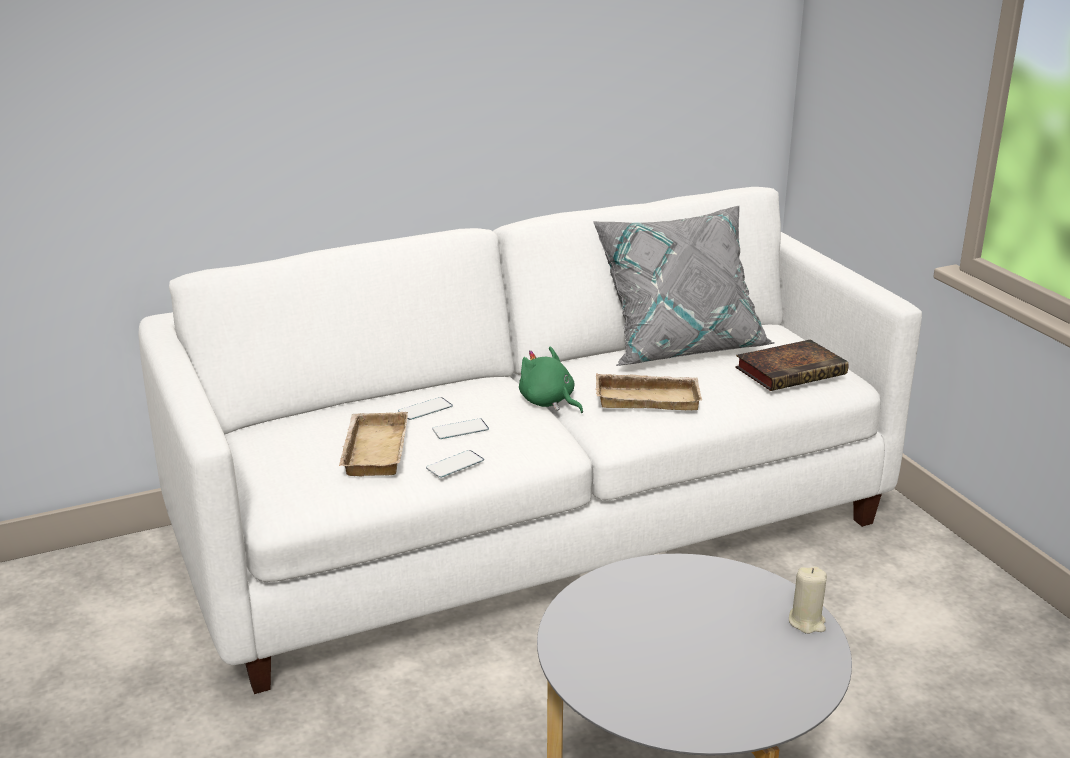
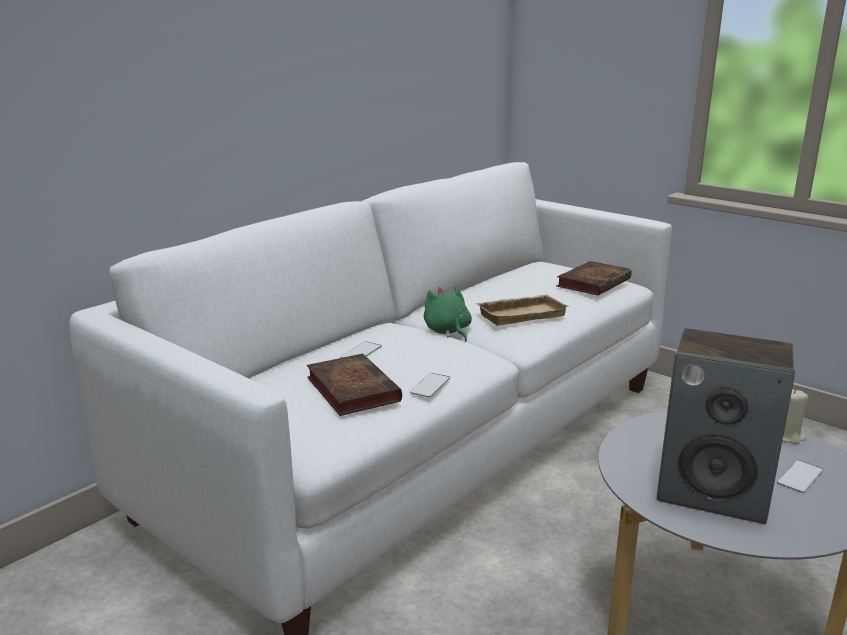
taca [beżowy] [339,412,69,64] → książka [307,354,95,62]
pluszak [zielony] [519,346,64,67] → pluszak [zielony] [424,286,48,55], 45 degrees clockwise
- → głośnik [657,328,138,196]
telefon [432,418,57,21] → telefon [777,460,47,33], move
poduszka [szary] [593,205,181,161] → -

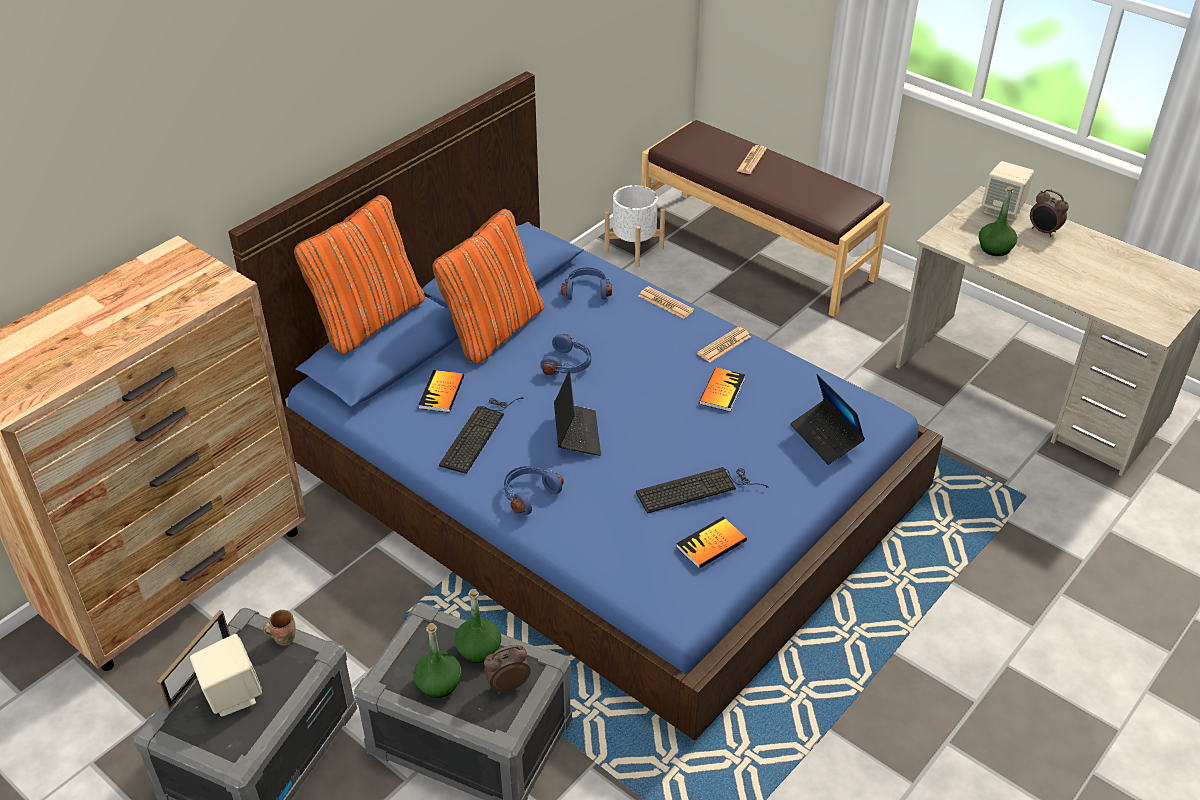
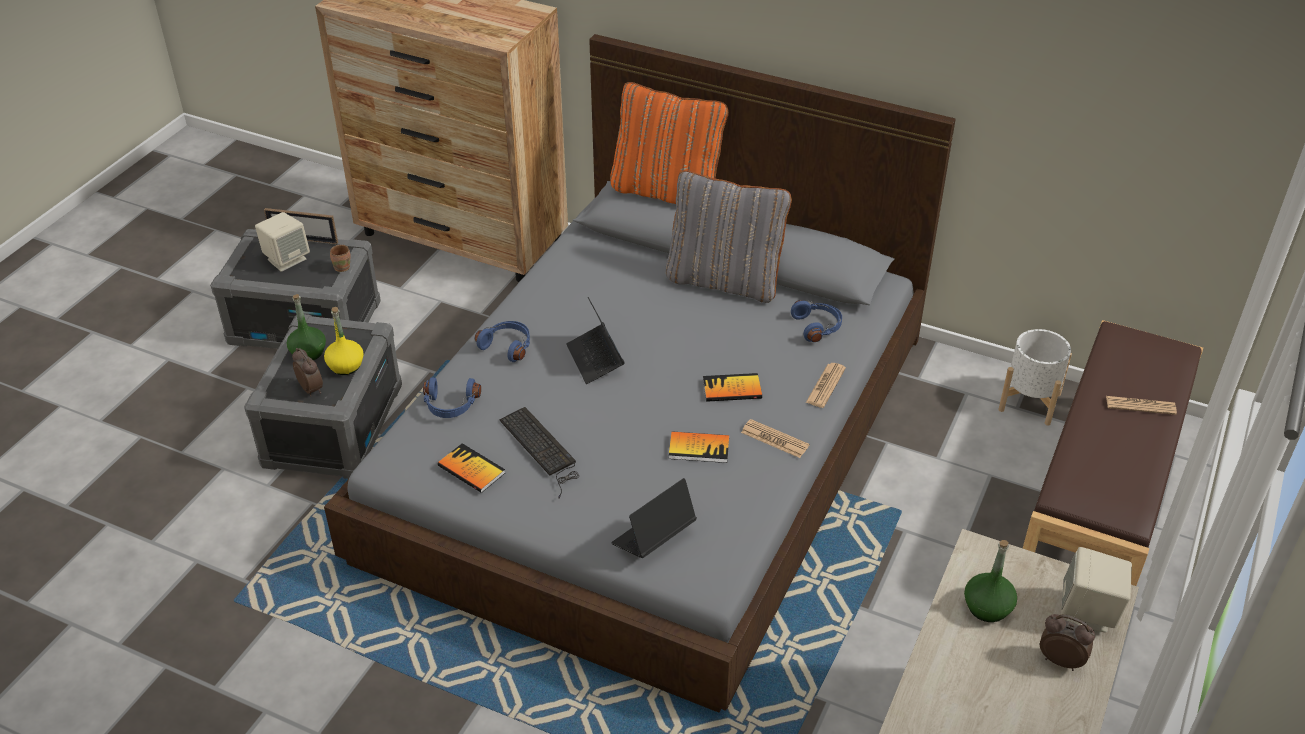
łóżko [niebieski] [228,71,715,669] → łóżko [szary] [324,34,632,679]
butelka [zielony] [454,589,47,74] → butelka [żółty] [324,307,40,68]
słuchawki [niebieski] [540,334,51,41] → słuchawki [niebieski] [423,377,58,41], move
laptop [554,370,47,86] → laptop [566,297,59,87], 90 degrees clockwise
poduszka [pomarańczowy] [432,209,112,155] → poduszka [szary] [666,170,126,133]
książka [419,370,45,42] → książka [703,373,59,29], move
budzik [1030,189,39,48] → budzik [1040,614,55,57], 90 degrees clockwise
klawiatura [439,397,85,77] → -

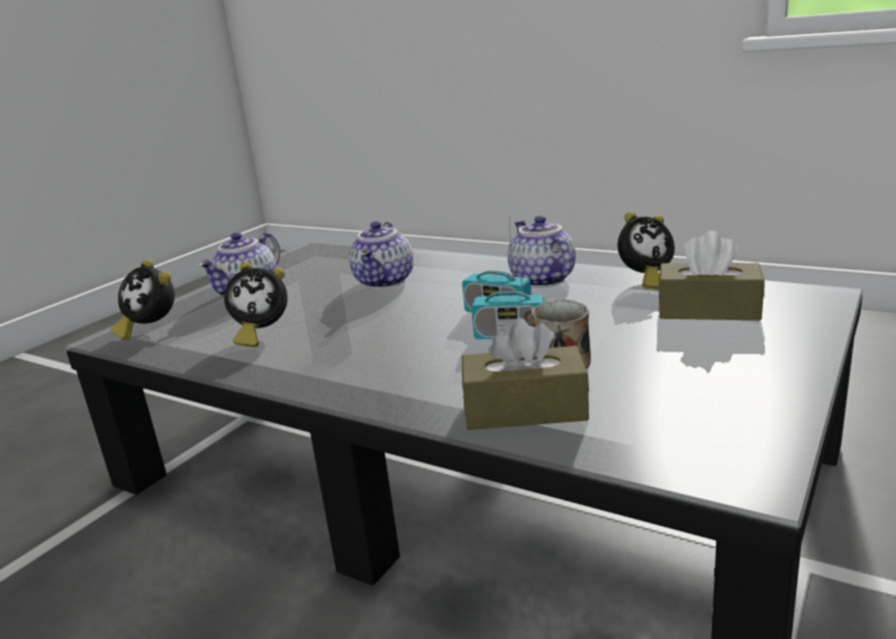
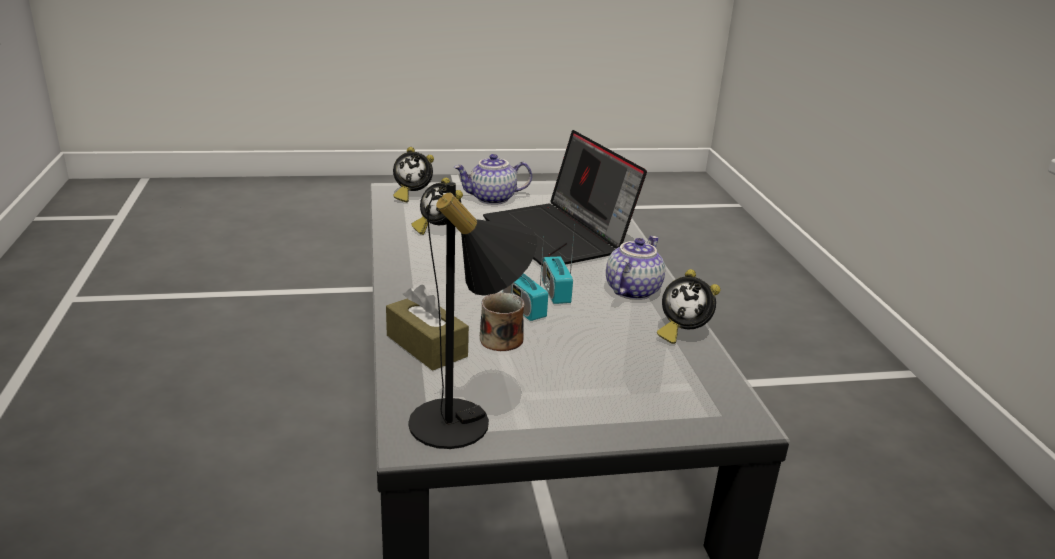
budzik [111,259,64,81] → budzik [393,147,41,55], 75 degrees counterclockwise
- → lampa stołowa [czarny] [408,182,129,267]
imbryk [349,221,64,68] → laptop [483,130,164,137]
pudełko chusteczek [brązowy] [658,231,106,89] → -

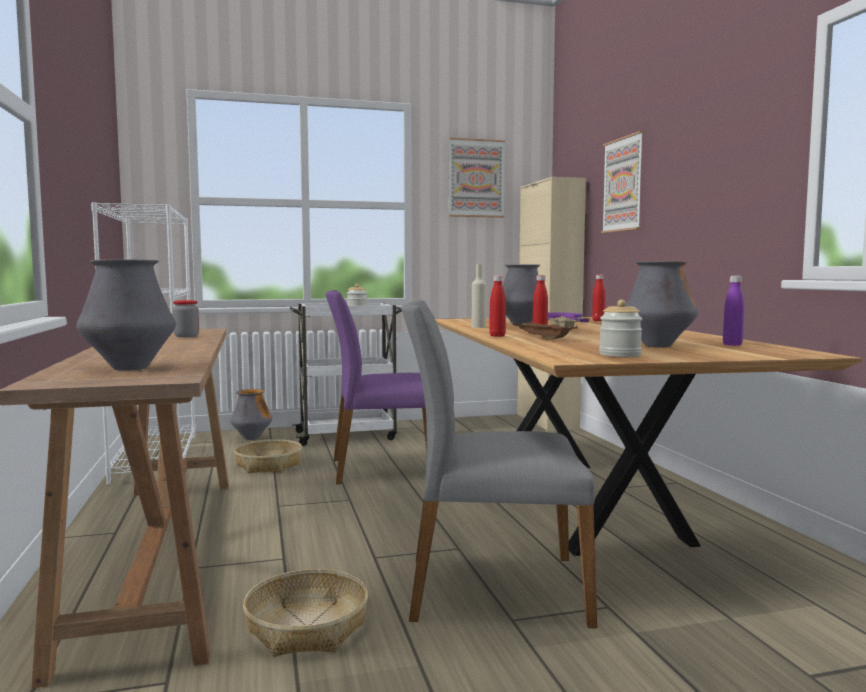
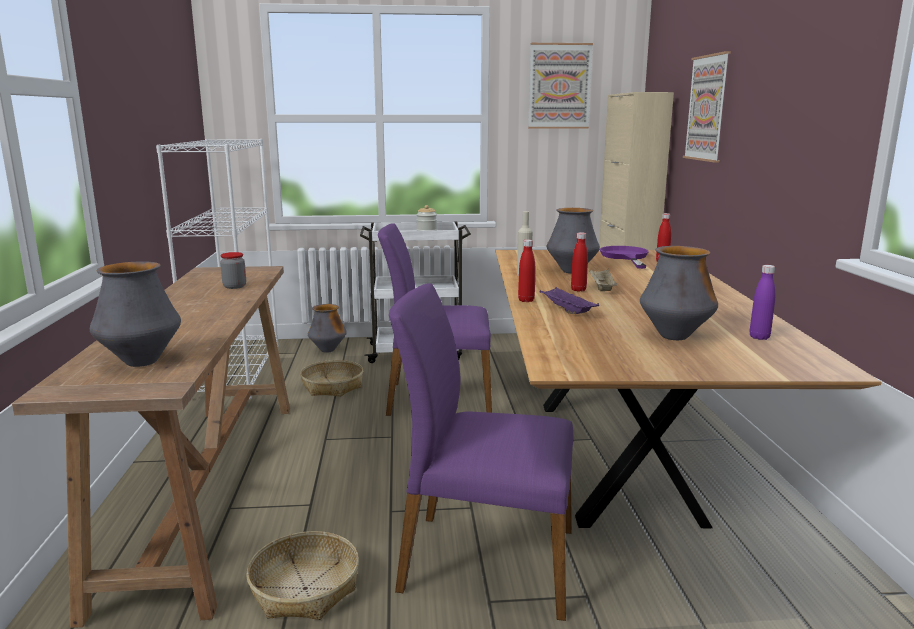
krzesło [szary] [401,300,196,328] → krzesło [fioletowy] [389,283,184,338]
taca [brązowy] [512,322,66,18] → taca [fioletowy] [540,288,59,26]
słoik [599,300,43,57] → -

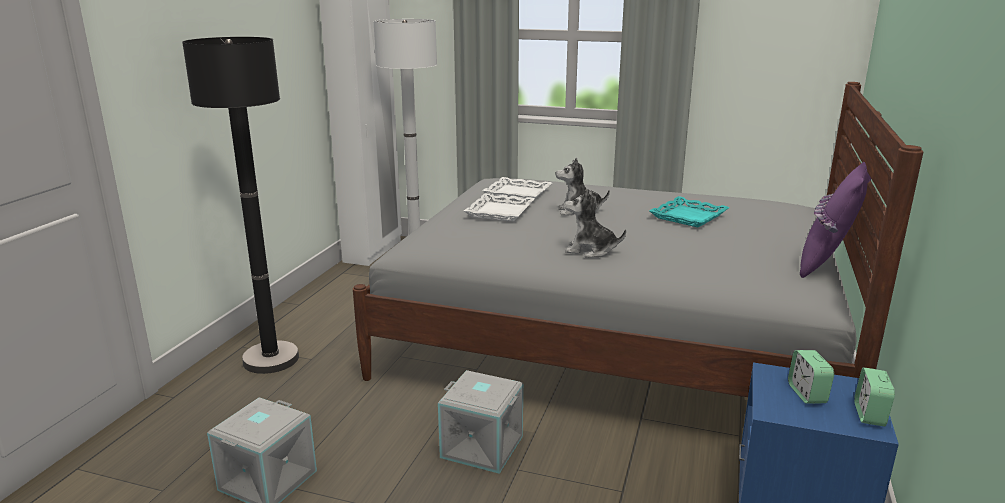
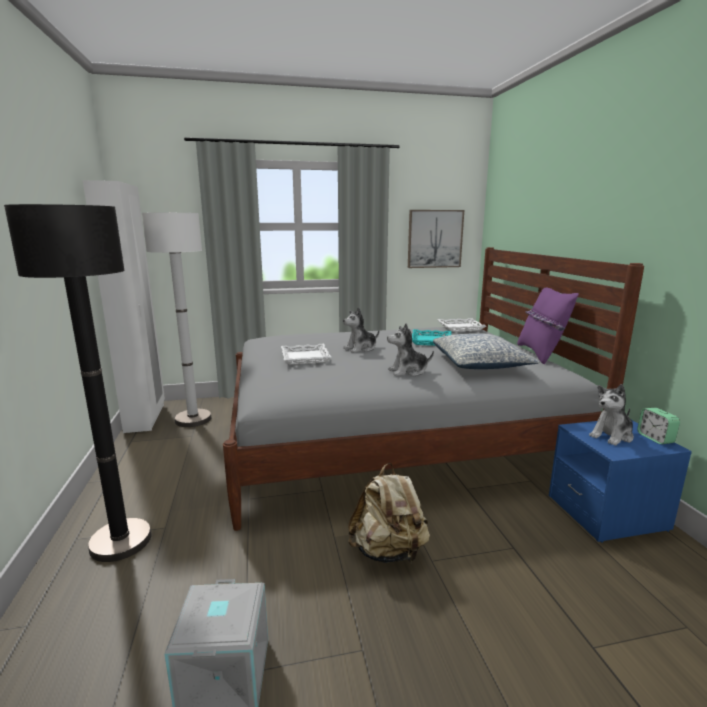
pojemnik do przechowywania [szary] [438,370,85,104] → plecak [beżowy] [348,463,82,100]
- → obraz [408,210,56,58]
- → poduszka [433,333,107,36]
taca [biały] [482,177,70,24] → taca [biały] [438,318,48,13], move
budzik [788,350,46,54] → pluszak [589,384,45,62]

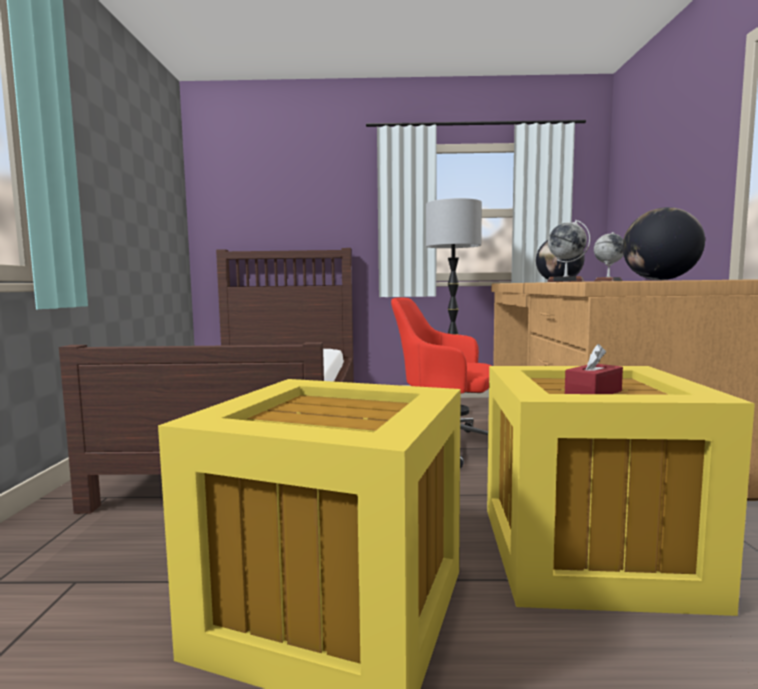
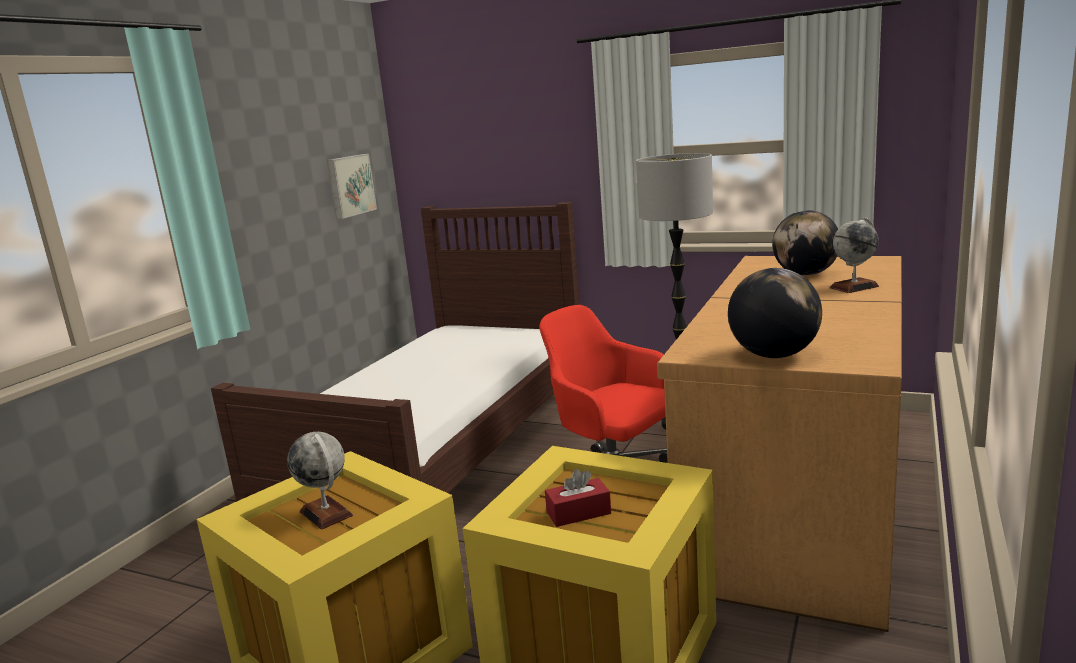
globus [547,220,43,62] → globus [287,432,66,98], move
- → obraz [327,154,50,65]

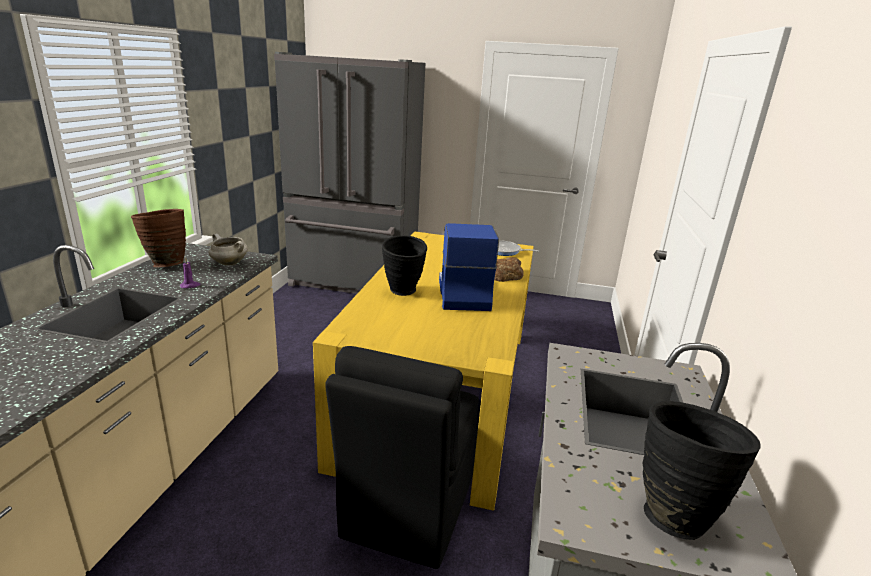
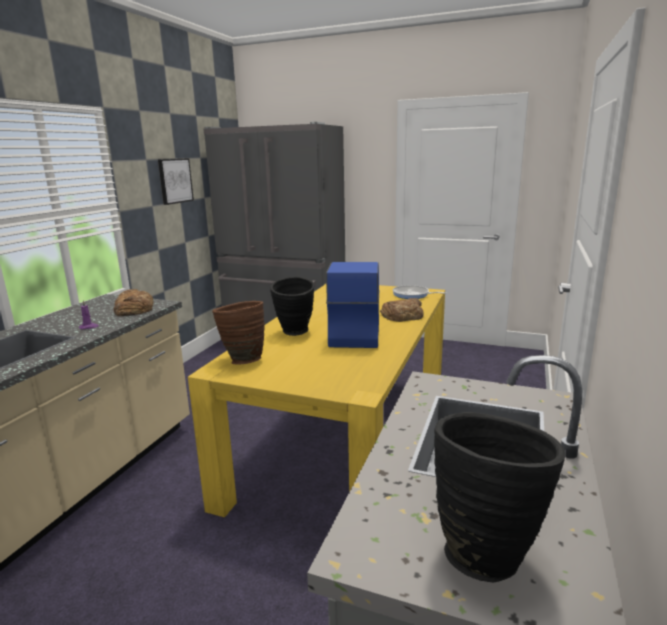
garnek [biały] [209,233,39,32] → chleb [114,289,40,27]
- → obraz [158,158,36,47]
wazon [brązowy] [131,209,55,58] → wazon [brązowy] [212,301,53,64], move
krzesło [czarny] [325,346,156,223] → -

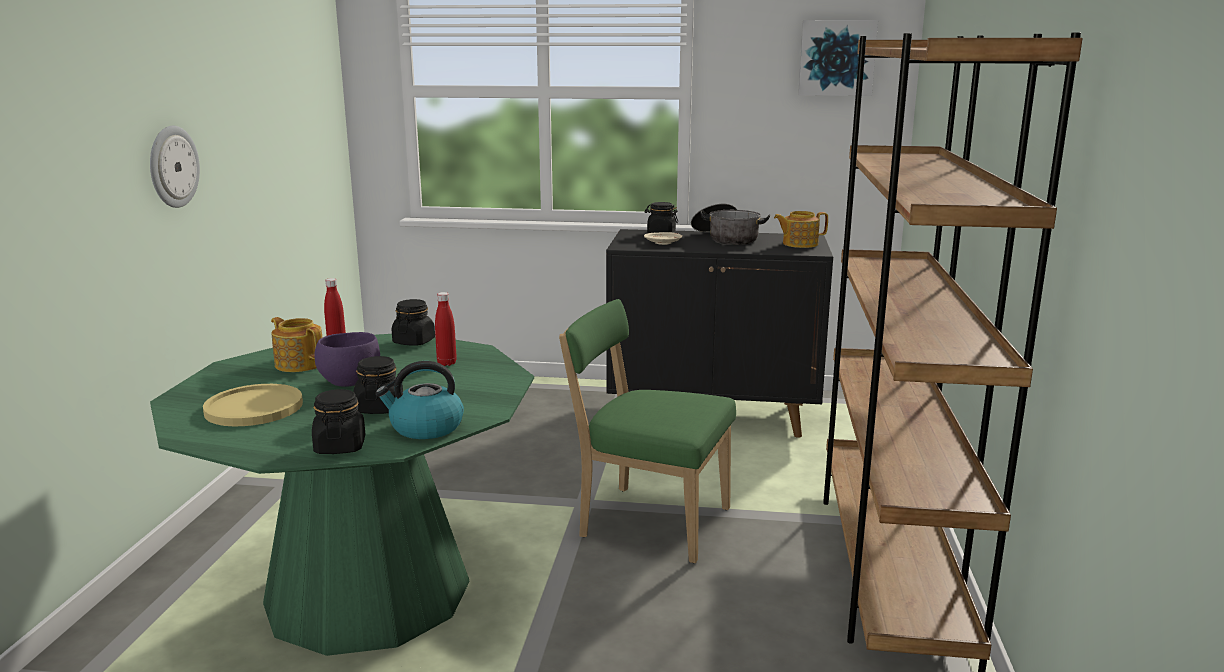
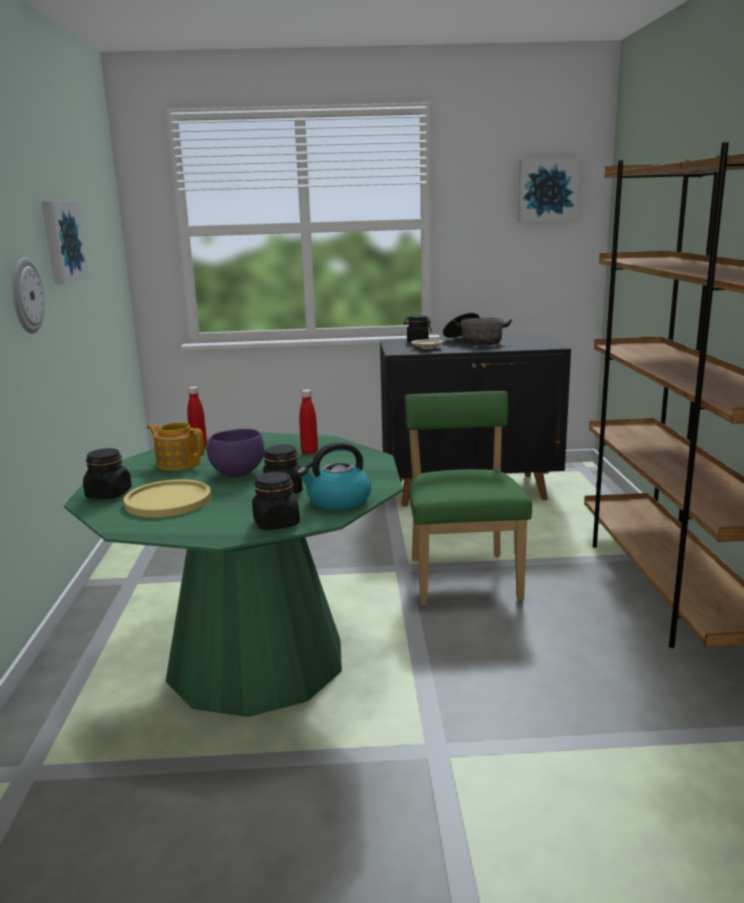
- → obraz [41,201,48,84]
słoik [czarny] [392,299,43,47] → słoik [czarny] [83,448,49,51], move
krzesło [zielony] [559,299,177,264] → krzesło [zielony] [405,391,127,215], 75 degrees clockwise
imbryk [774,211,54,37] → -

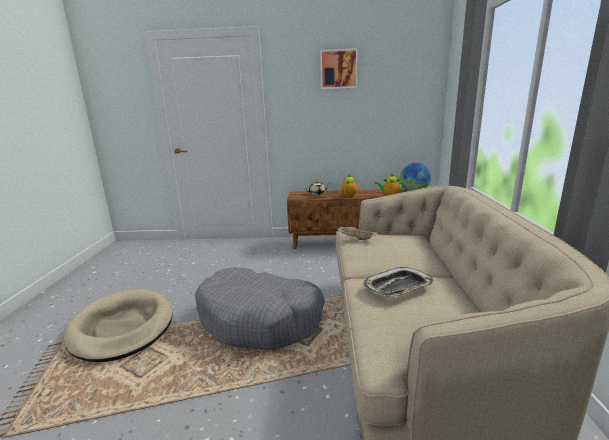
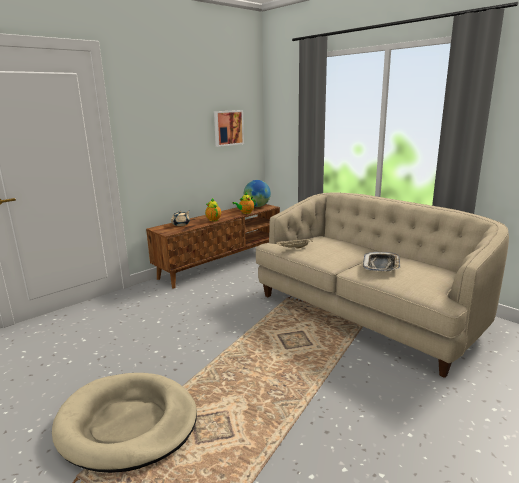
obraz [320,48,38,41] → obraz [214,110,30,37], move
legowisko [szary] [195,267,130,83] → -

